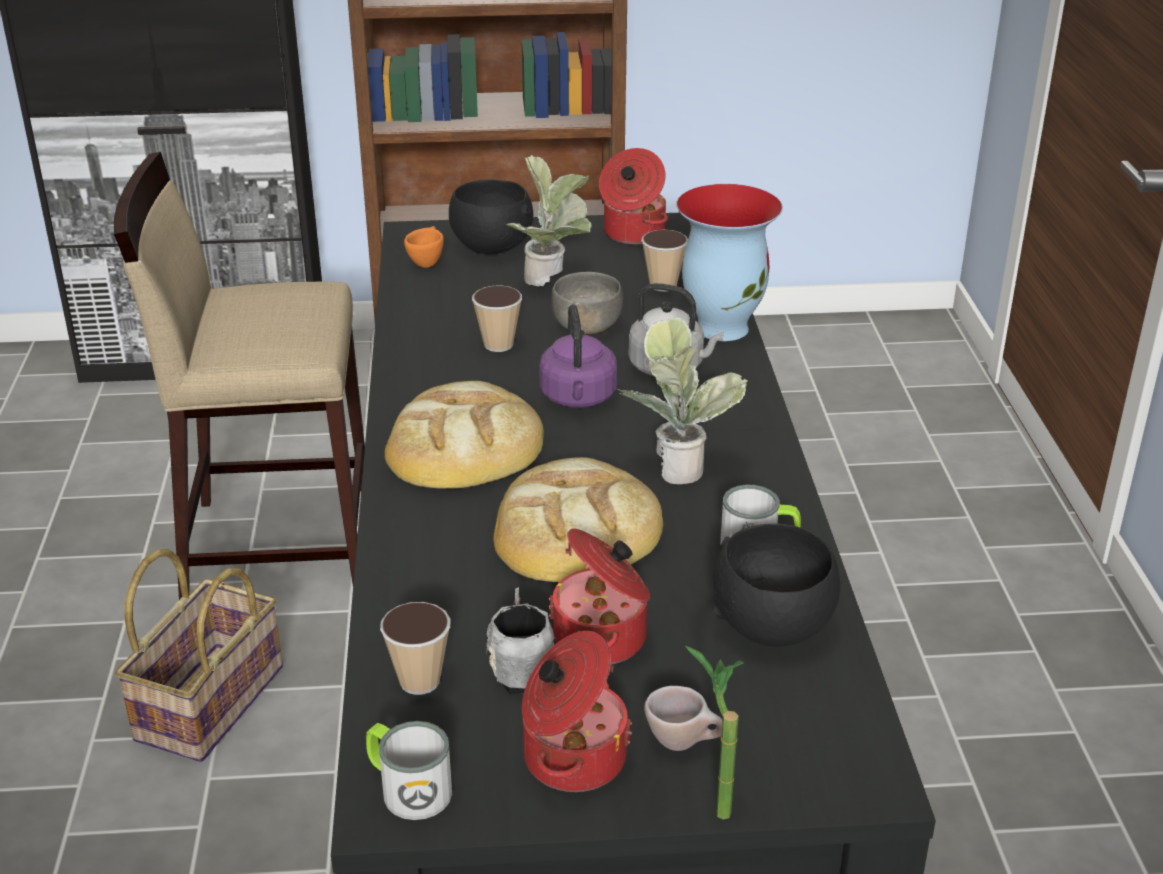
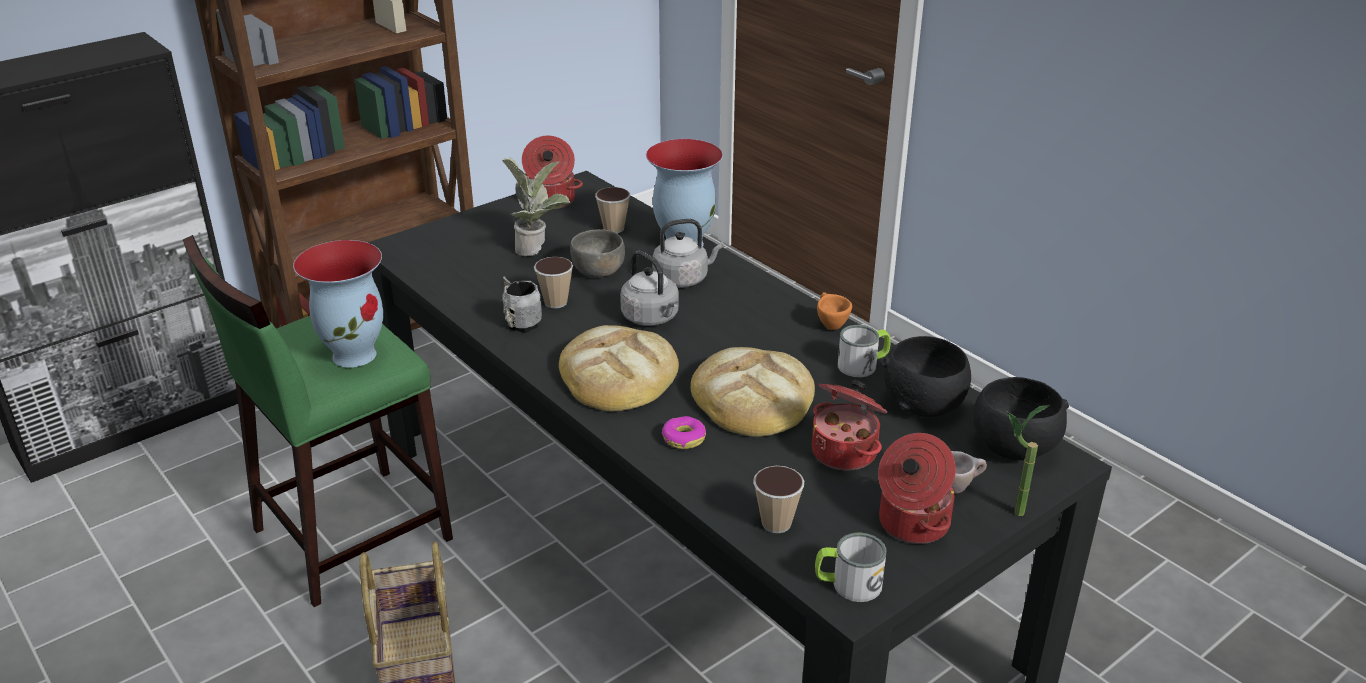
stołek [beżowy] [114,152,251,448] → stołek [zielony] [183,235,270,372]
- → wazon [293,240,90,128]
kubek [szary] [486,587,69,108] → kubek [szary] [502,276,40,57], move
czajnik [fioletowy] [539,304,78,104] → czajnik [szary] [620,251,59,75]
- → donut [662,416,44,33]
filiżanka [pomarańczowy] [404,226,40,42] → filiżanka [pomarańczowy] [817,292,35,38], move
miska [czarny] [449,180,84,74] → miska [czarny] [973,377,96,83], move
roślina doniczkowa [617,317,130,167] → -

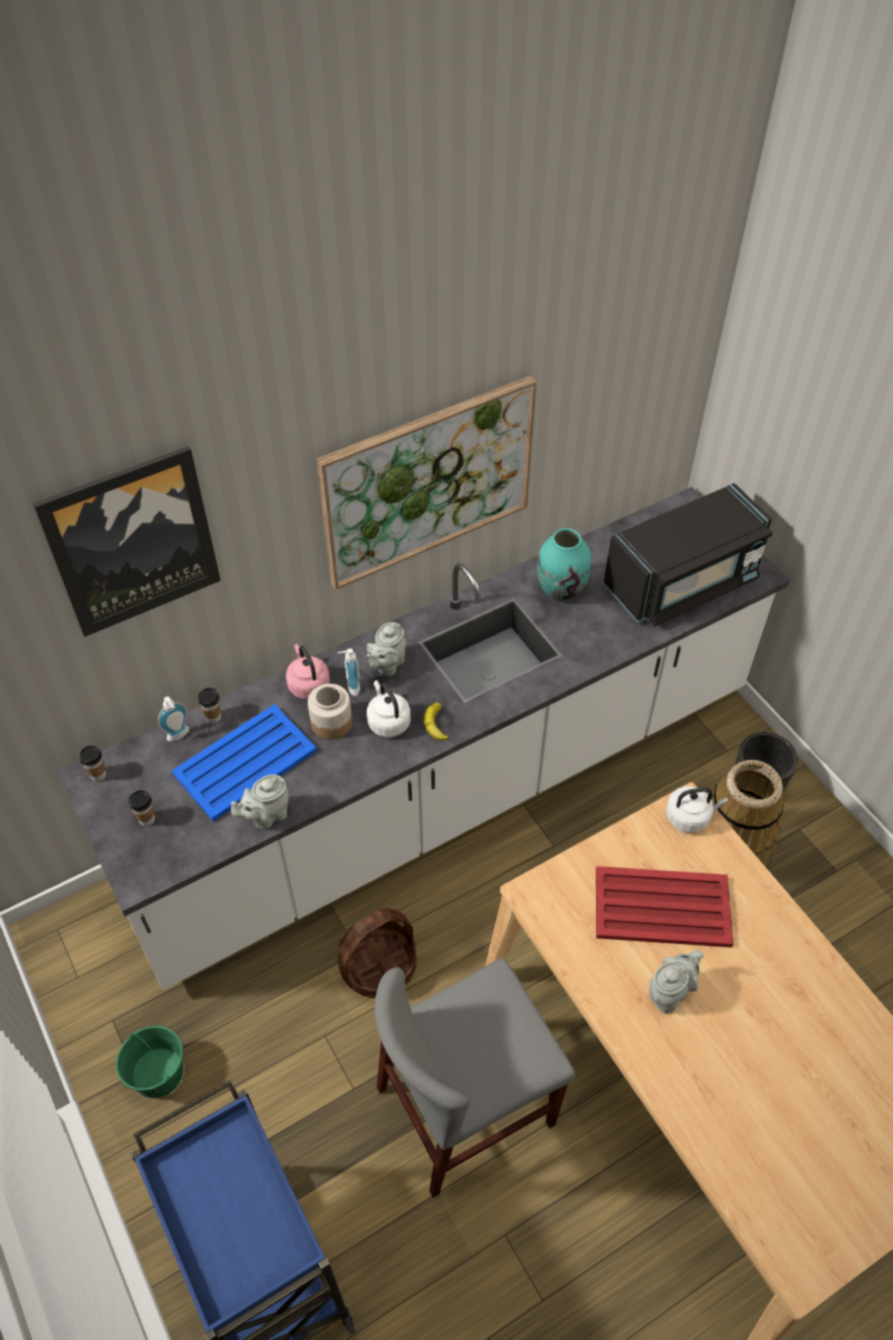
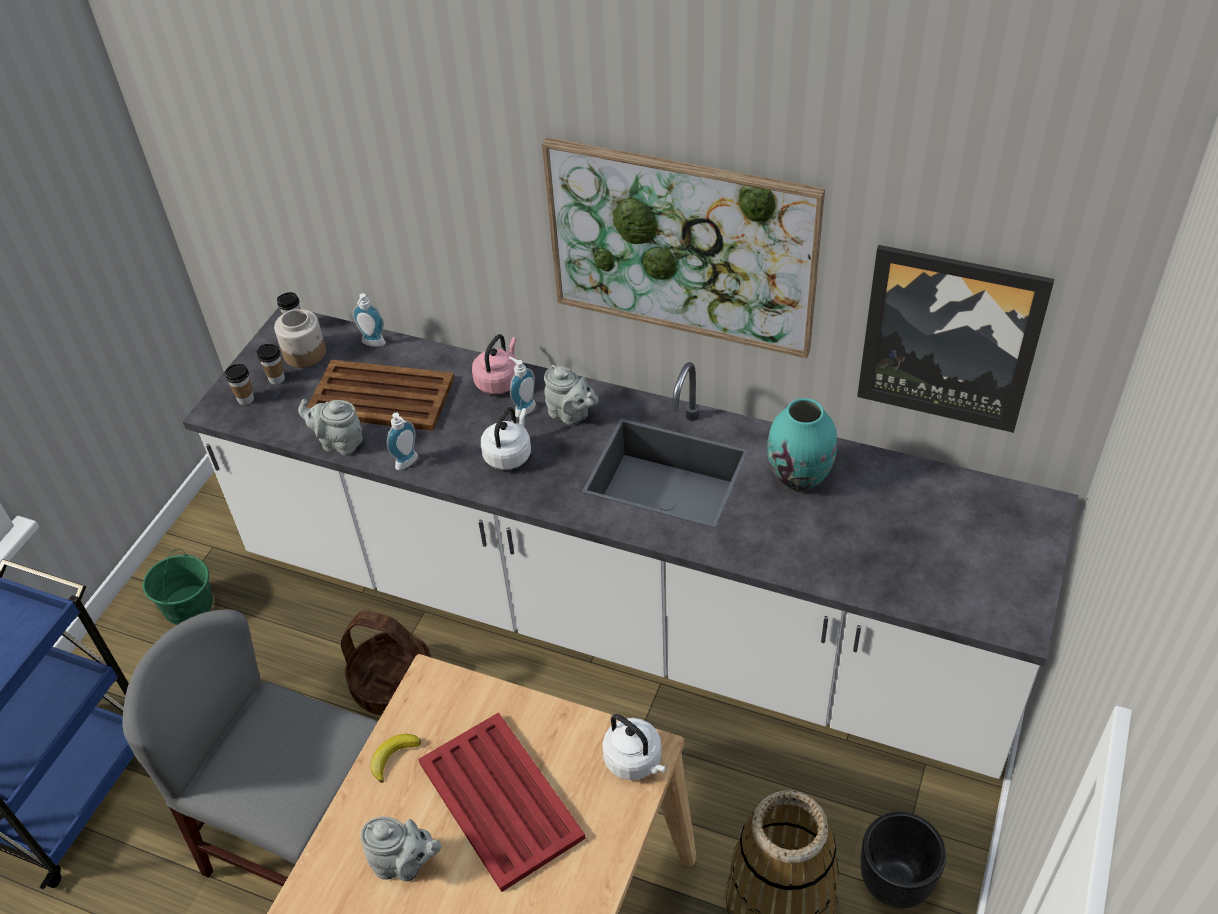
filiżanka [198,687,23,37] → filiżanka [225,364,29,41], move
słoik [308,684,44,56] → słoik [274,309,52,59], move
taca [niebieski] [172,704,145,117] → taca [brązowy] [307,360,148,71]
banan [424,702,25,38] → banan [371,734,50,49], move
- → dozownik mydła [387,413,31,57]
imbryk [szary] [366,622,40,55] → imbryk [szary] [544,365,55,60], 135 degrees counterclockwise
obraz [33,446,188,191] → obraz [857,245,197,188], move
mikrofalówka [czarny] [604,483,169,144] → -

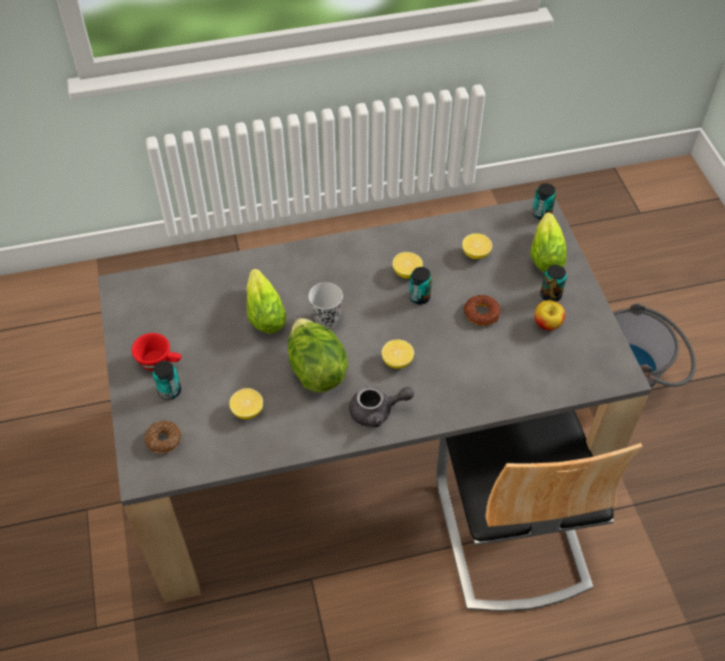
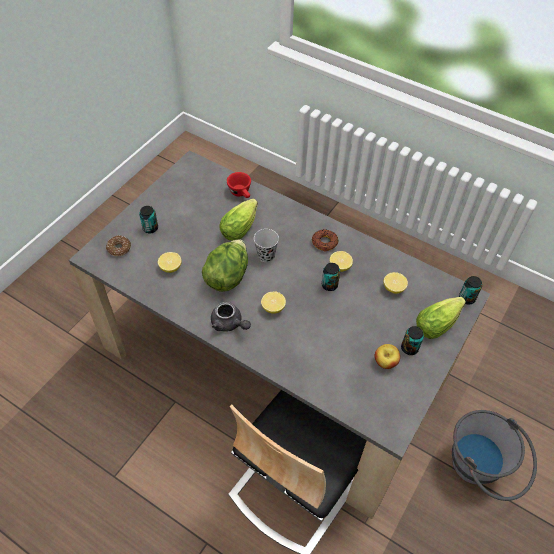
filiżanka [czerwony] [132,333,49,38] → filiżanka [czerwony] [227,172,24,26], move
donut [464,295,37,31] → donut [312,229,26,23], move

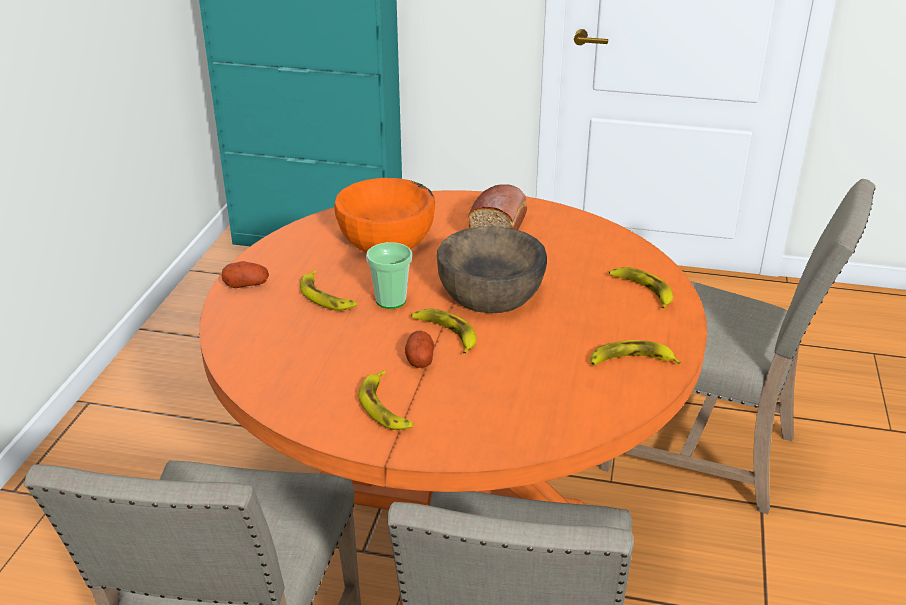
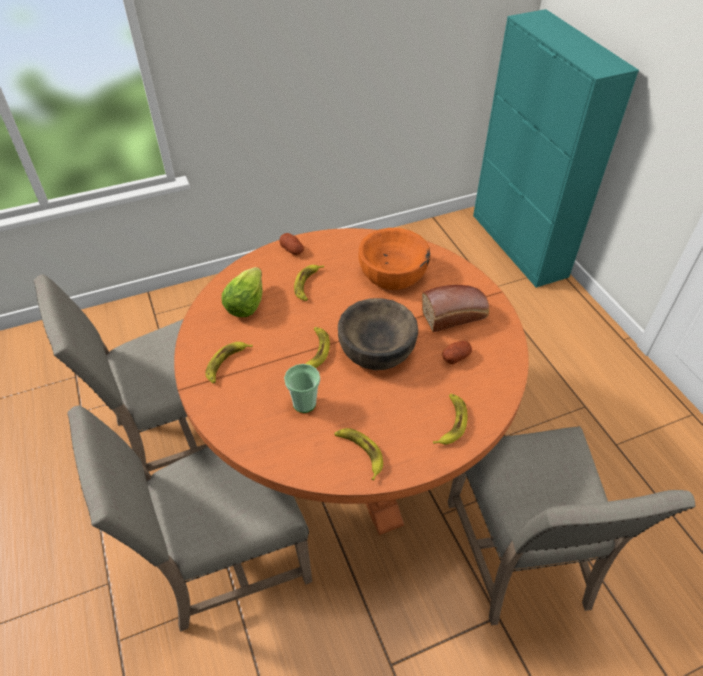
- → sałata [222,267,40,50]
filiżanka [366,242,46,67] → filiżanka [284,364,36,49], move
ziemniak [405,331,29,37] → ziemniak [442,341,30,23], move

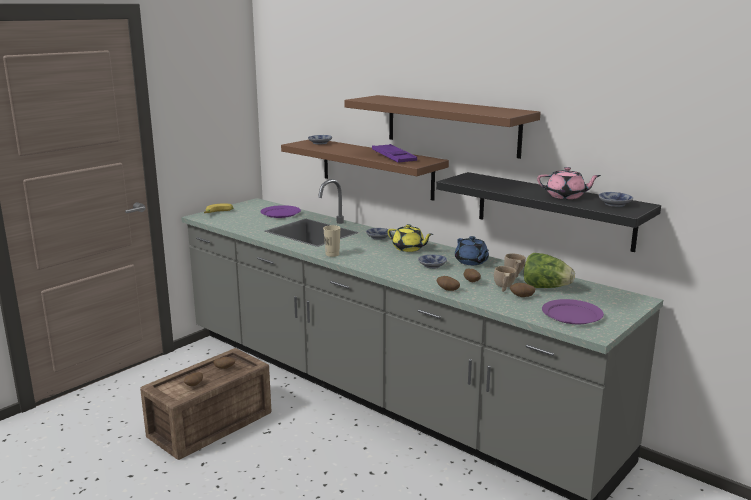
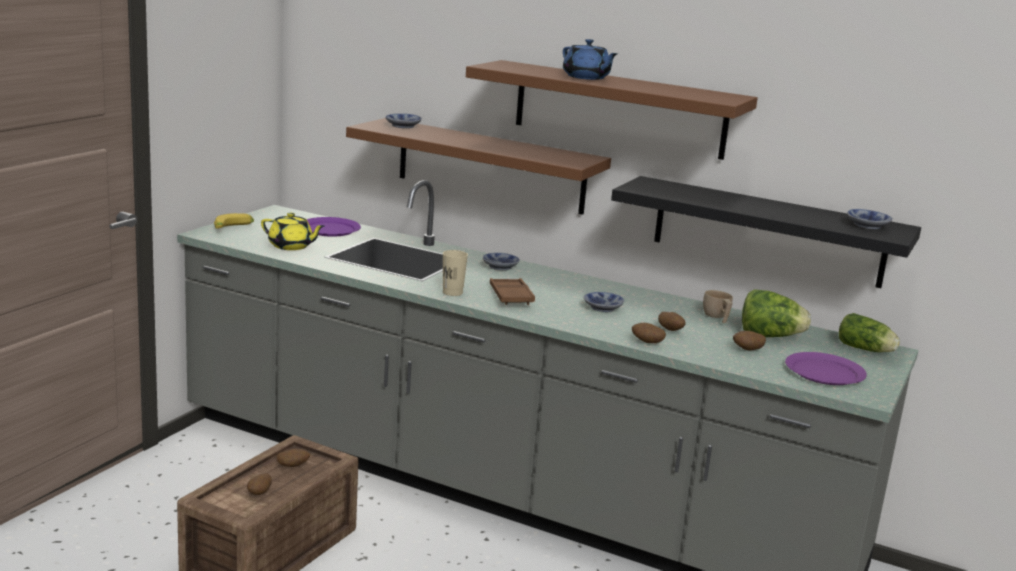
imbryk [żółty] [387,224,46,28] → imbryk [żółty] [261,213,64,37], move
- → taca [brązowy] [490,278,45,27]
imbryk [niebieski] [455,236,34,29] → imbryk [niebieski] [563,39,55,41], move
- → sałata [839,313,61,39]
taca [fioletowy] [372,144,45,18] → -
filiżanka [beżowy] [494,266,23,26] → -
imbryk [różowy] [537,167,64,32] → -

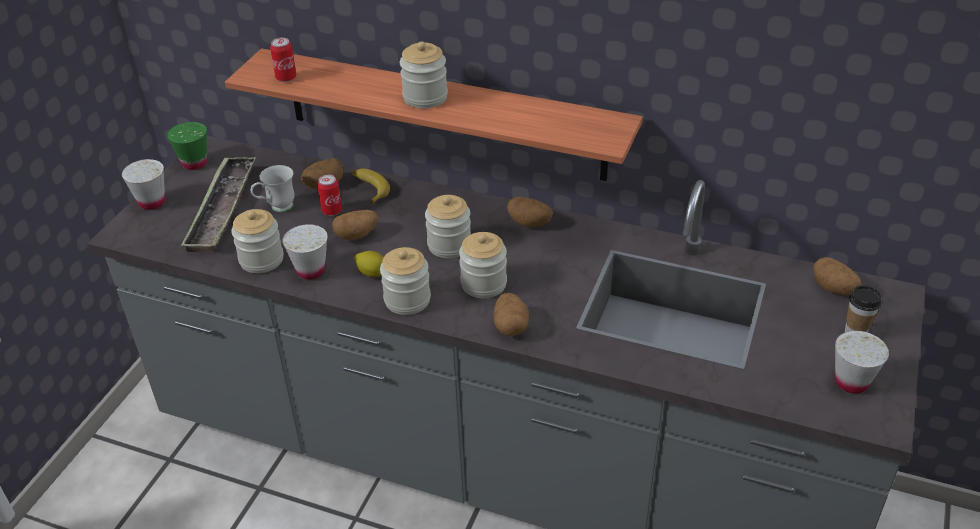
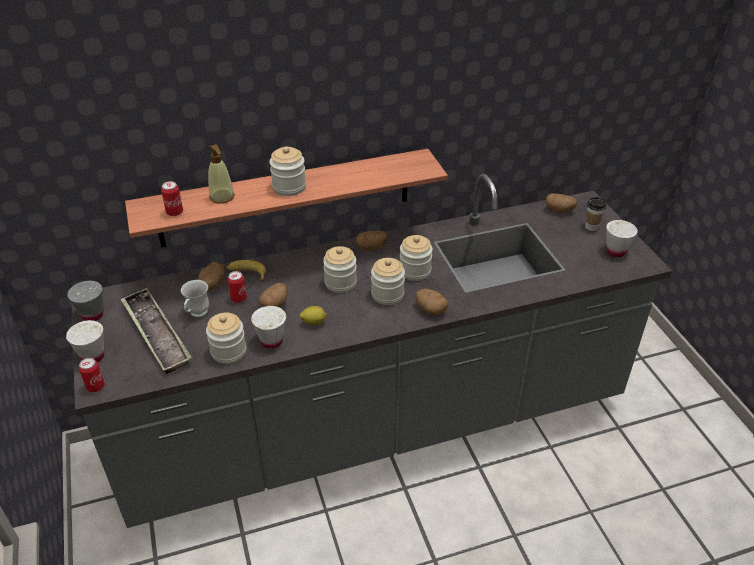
filiżanka [zielony] [167,122,40,48] → filiżanka [szary] [67,281,36,40]
- → puszka [79,358,26,35]
- → dozownik mydła [208,144,27,59]
słoik [380,247,51,68] → słoik [400,235,33,46], move

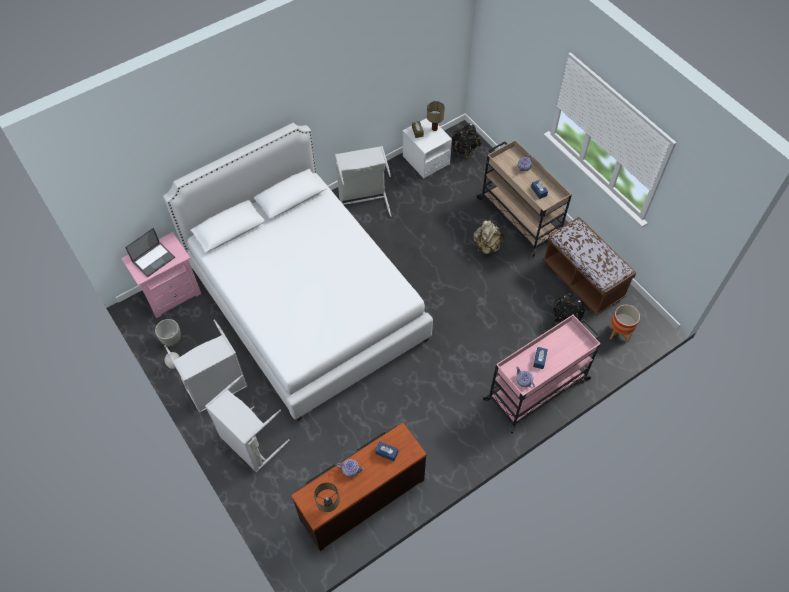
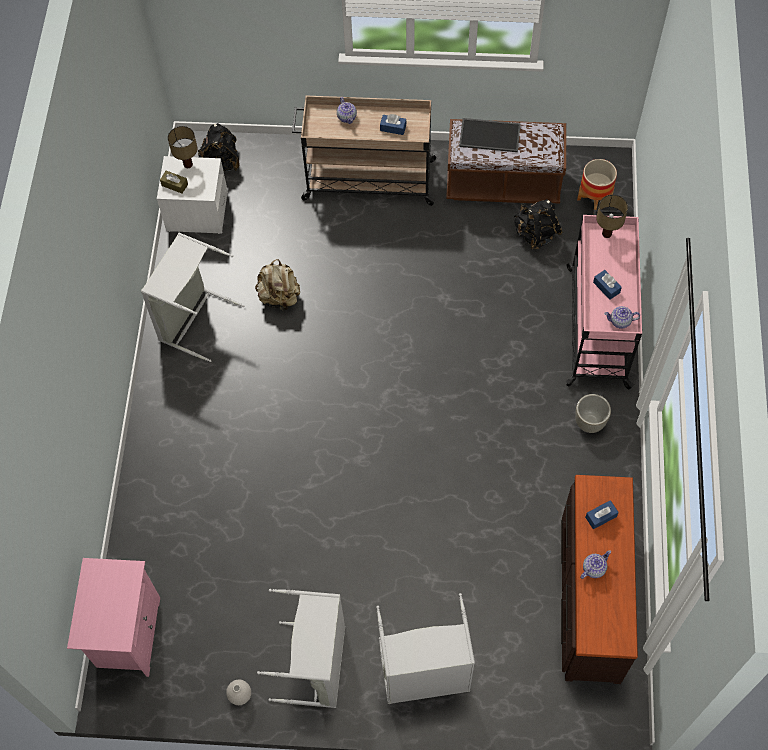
plecak [beżowy] [473,220,31,34] → plecak [beżowy] [255,259,45,51], move
- → taca [459,118,62,34]
donica [szary] [155,319,26,27] → donica [szary] [575,394,36,39], move
lampa stołowa [314,483,26,29] → lampa stołowa [596,195,32,43], move
laptop [125,228,50,49] → -
łóżko [biały] [163,123,270,298] → -

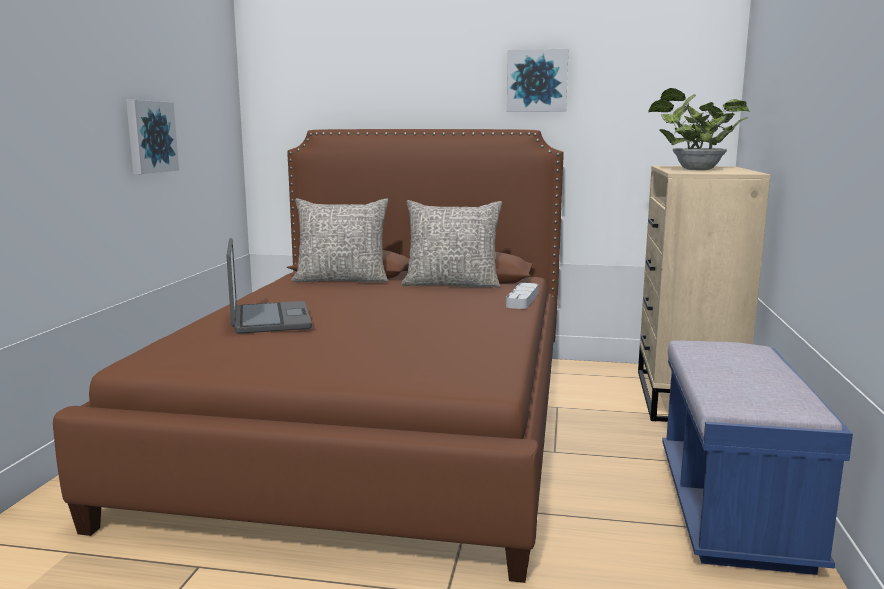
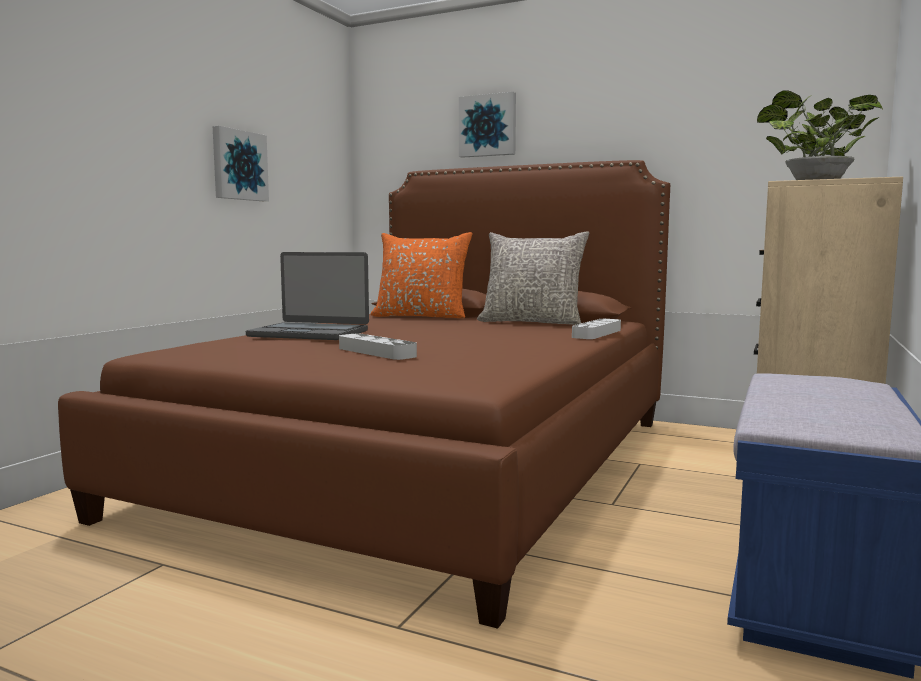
laptop [226,238,86,96] → laptop [246,252,123,88], 105 degrees clockwise
- → taca [szary] [339,334,78,26]
poduszka [szary] [292,198,97,85] → poduszka [pomarańczowy] [371,232,102,86]
obraz [507,49,61,63] → obraz [459,92,57,66], move

